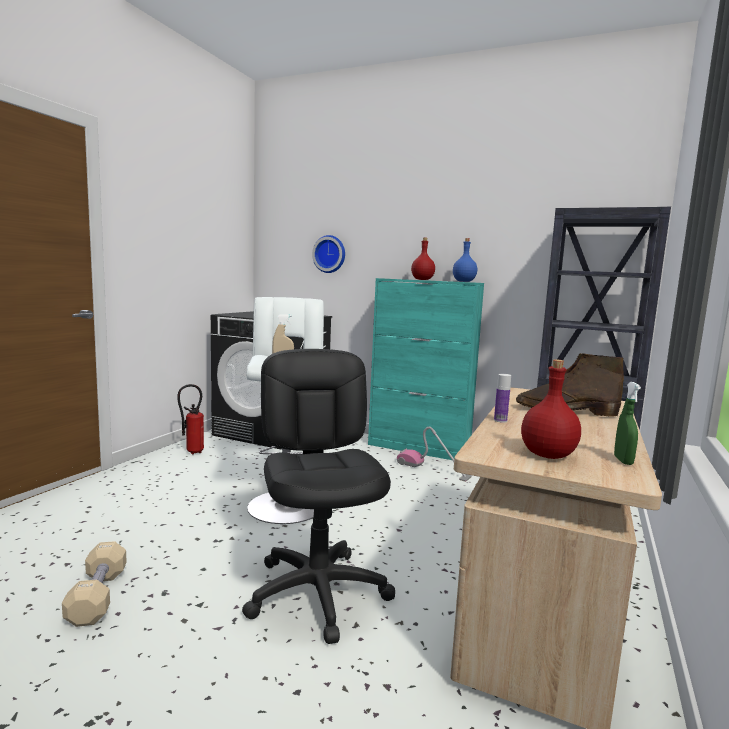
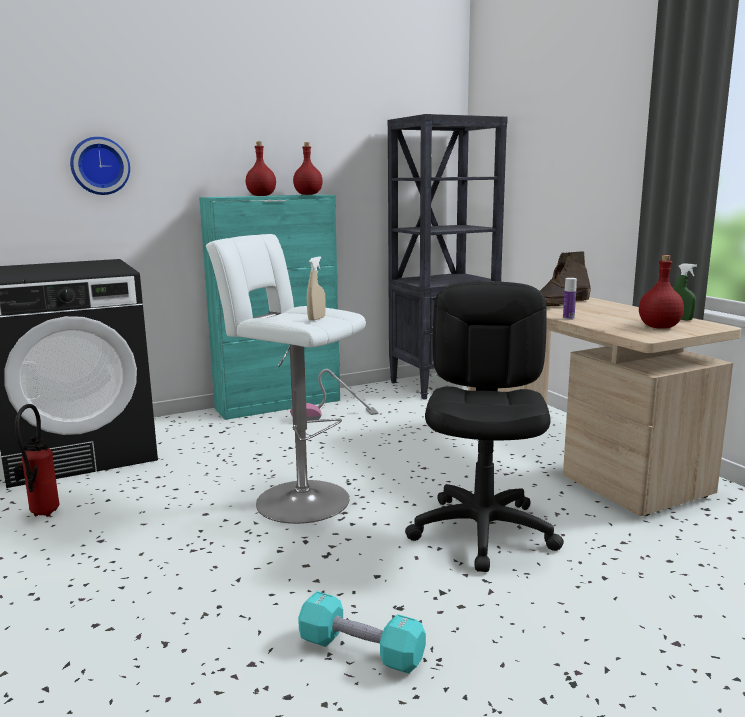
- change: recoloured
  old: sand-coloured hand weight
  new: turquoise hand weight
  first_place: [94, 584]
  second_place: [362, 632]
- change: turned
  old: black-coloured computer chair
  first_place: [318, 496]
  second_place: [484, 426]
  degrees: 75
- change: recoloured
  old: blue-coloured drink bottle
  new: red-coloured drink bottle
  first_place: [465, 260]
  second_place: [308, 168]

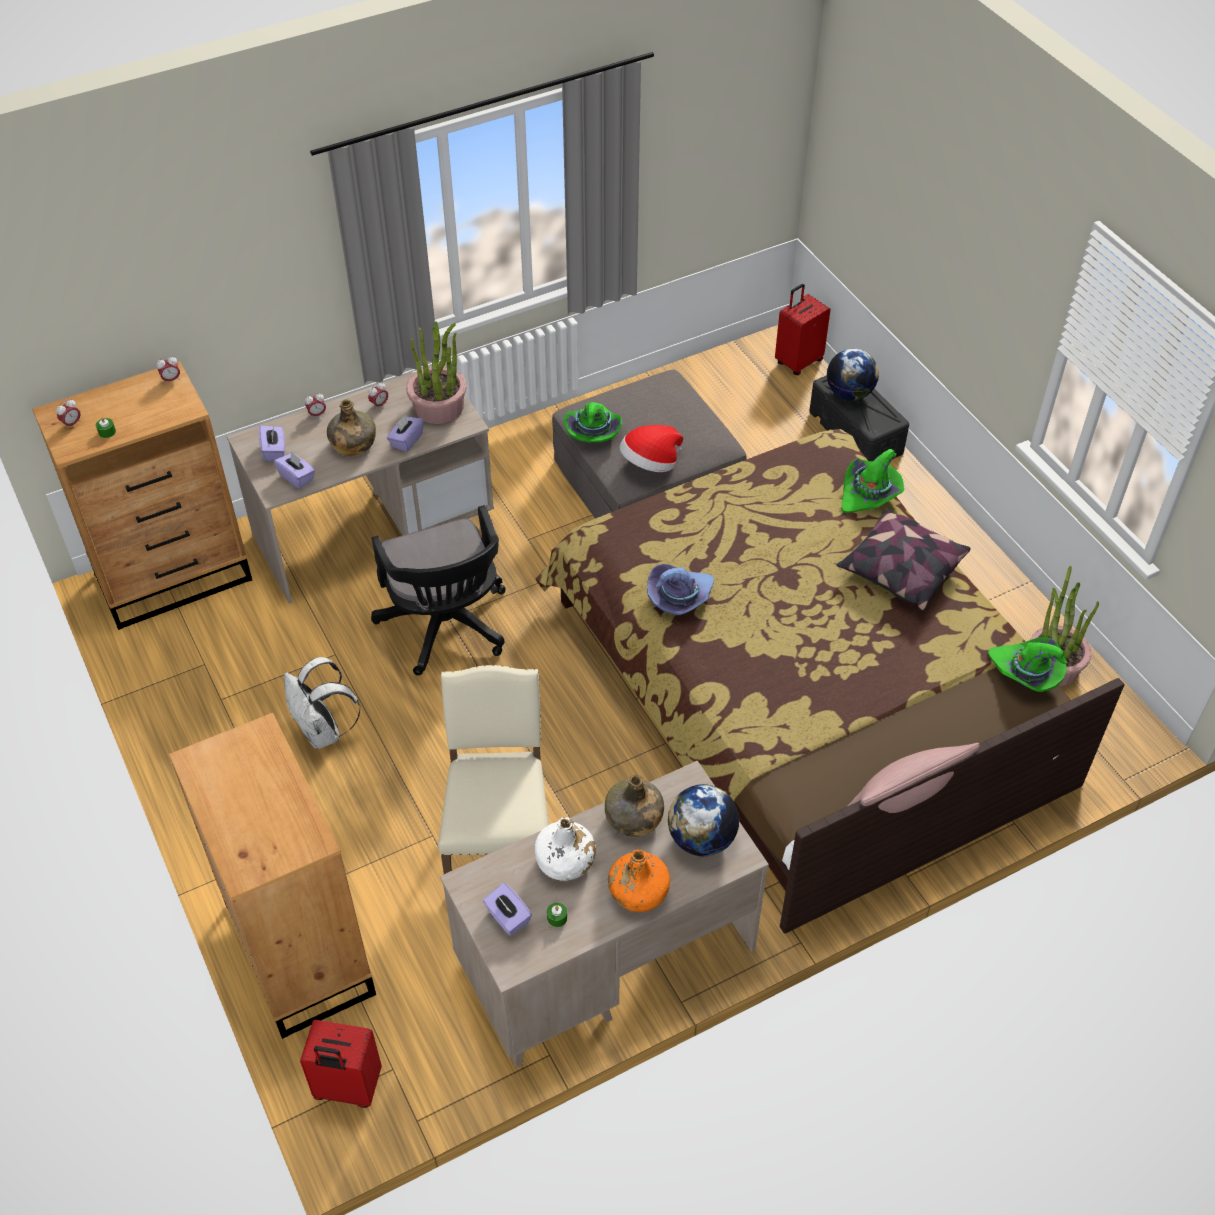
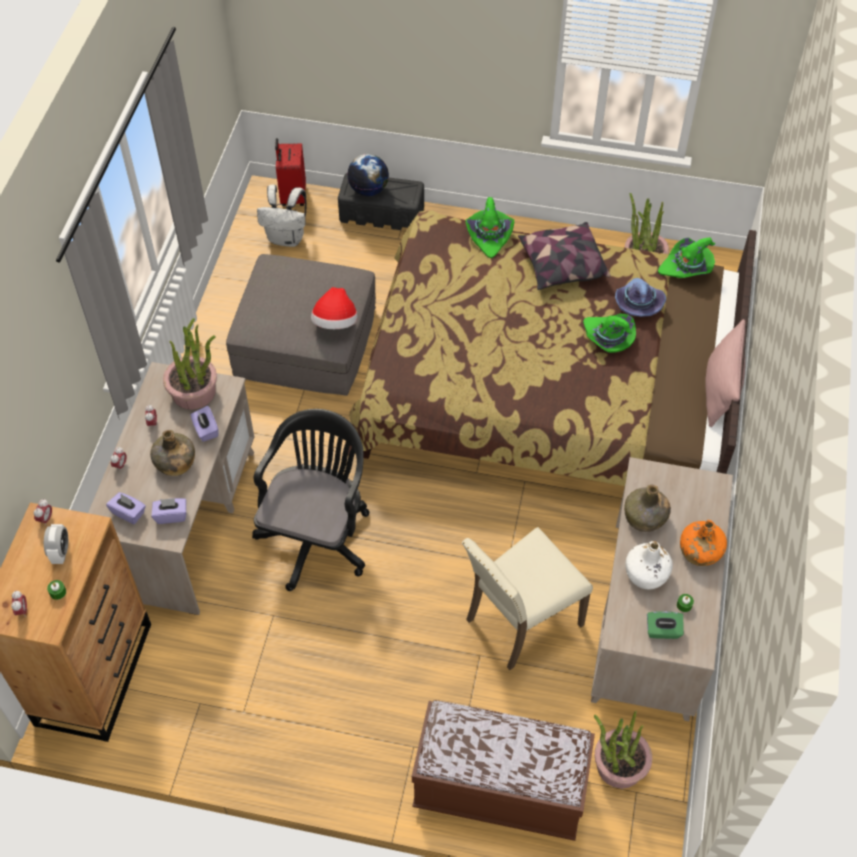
- change: replaced
  old: brownish drawer chest
  new: brownish long seat
  first_place: [272, 876]
  second_place: [503, 770]
- change: moved
  old: white backpack
  first_place: [322, 703]
  second_place: [281, 215]
- change: removed
  old: red-coloured suitcase
  first_place: [341, 1064]
- change: turned
  old: black-coloured computer chair
  first_place: [438, 590]
  second_place: [310, 500]
  degrees: -90
- change: turned
  old: sand-coloured chair
  first_place: [493, 769]
  second_place: [527, 598]
  degrees: -75
- change: recoloured
  old: purple-coloured tissue holder
  new: green tissue holder
  first_place: [507, 909]
  second_place: [665, 625]
- change: moved
  old: green hat
  first_place: [592, 422]
  second_place: [609, 333]
- change: moved
  old: purple-coloured hat
  first_place: [680, 589]
  second_place: [640, 297]
- change: removed
  old: desk globe
  first_place: [704, 820]
- change: added
  new: table clock
  second_place: [56, 544]
- change: added
  new: houseplant
  second_place: [623, 750]

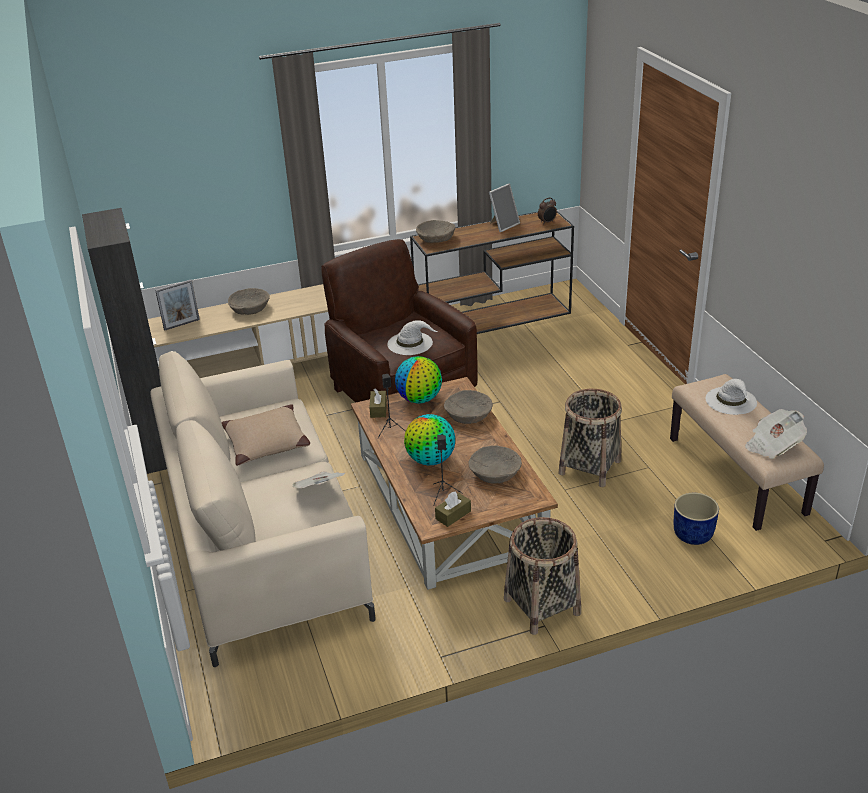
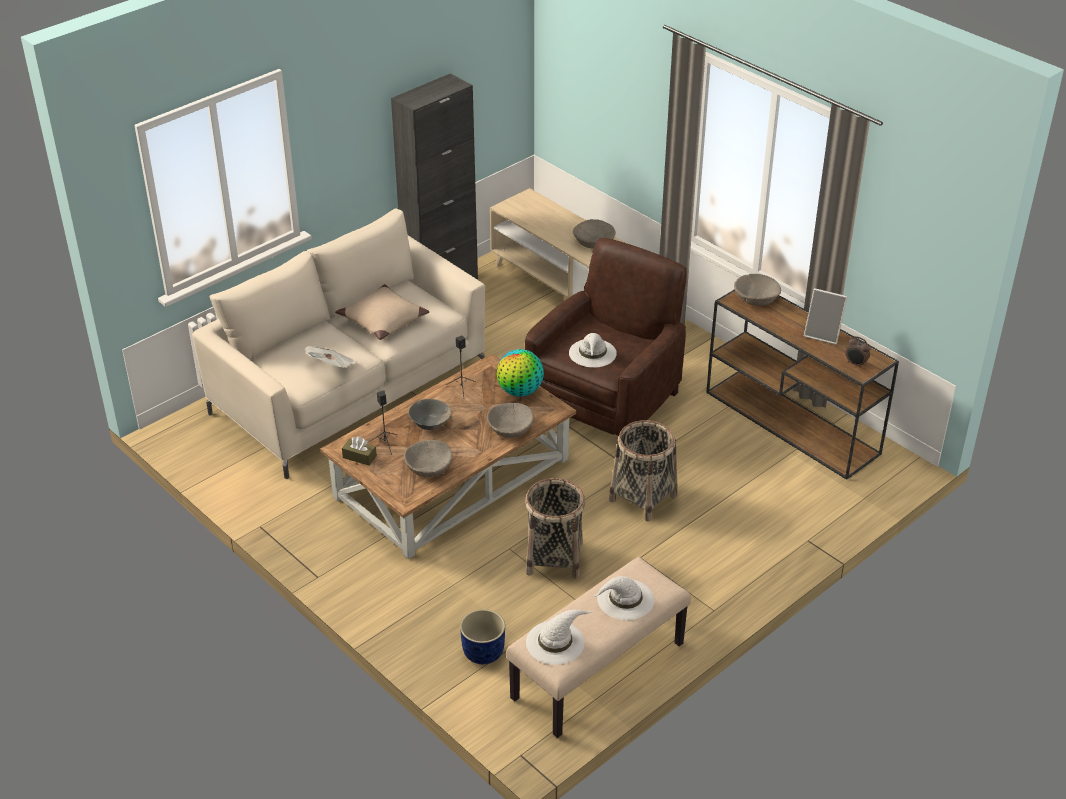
- change: removed
  old: picture frame
  first_place: [177, 305]
- change: removed
  old: brownish tissue holder
  first_place: [378, 403]
- change: replaced
  old: desk globe
  new: gray serving bowl
  first_place: [429, 439]
  second_place: [429, 414]
- change: moved
  old: household basket
  first_place: [542, 576]
  second_place: [643, 471]
- change: replaced
  old: newspaper
  new: white hat
  first_place: [776, 434]
  second_place: [560, 637]

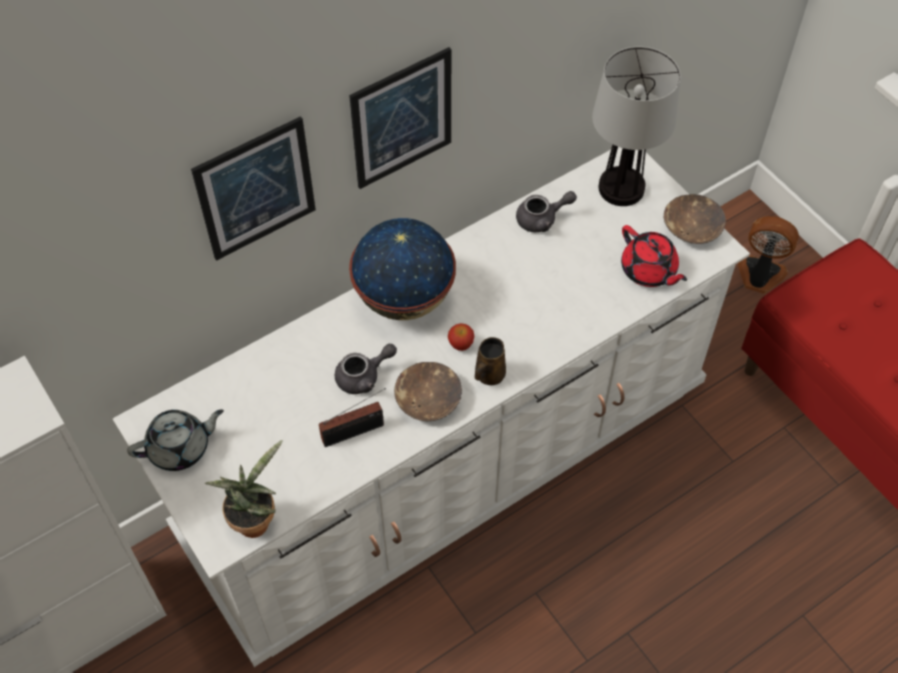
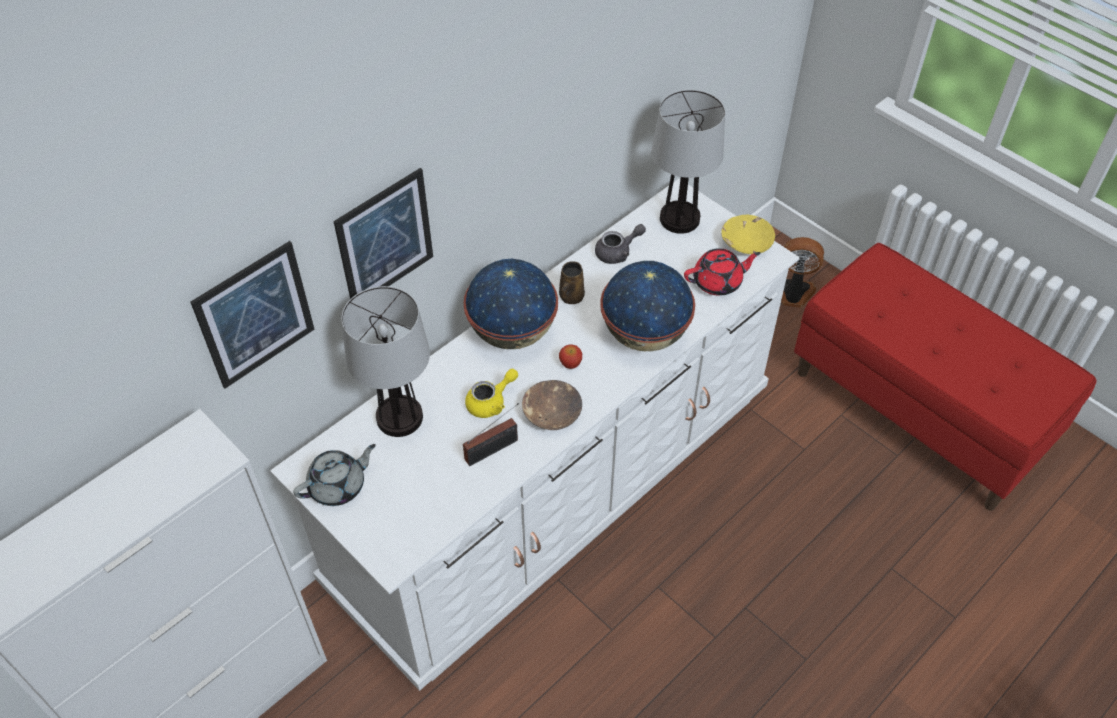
- change: removed
  old: houseplant
  first_place: [244, 489]
- change: recoloured
  old: gray pot for tea
  new: yellow-coloured pot for tea
  first_place: [366, 369]
  second_place: [491, 393]
- change: moved
  old: wall picture
  first_place: [400, 118]
  second_place: [253, 314]
- change: moved
  old: brownish tea mug
  first_place: [490, 361]
  second_place: [572, 282]
- change: turned
  old: red-coloured pot for tea
  first_place: [654, 256]
  second_place: [722, 272]
  degrees: -60
- change: recoloured
  old: brownish serving bowl
  new: yellow-coloured serving bowl
  first_place: [695, 219]
  second_place: [748, 234]
- change: added
  new: table lamp
  second_place: [385, 361]
- change: added
  new: desk globe
  second_place: [647, 306]

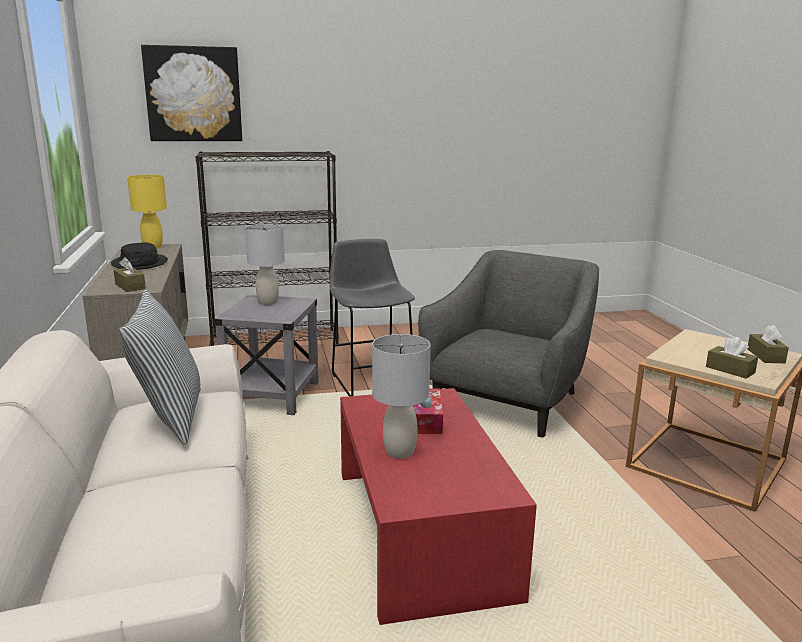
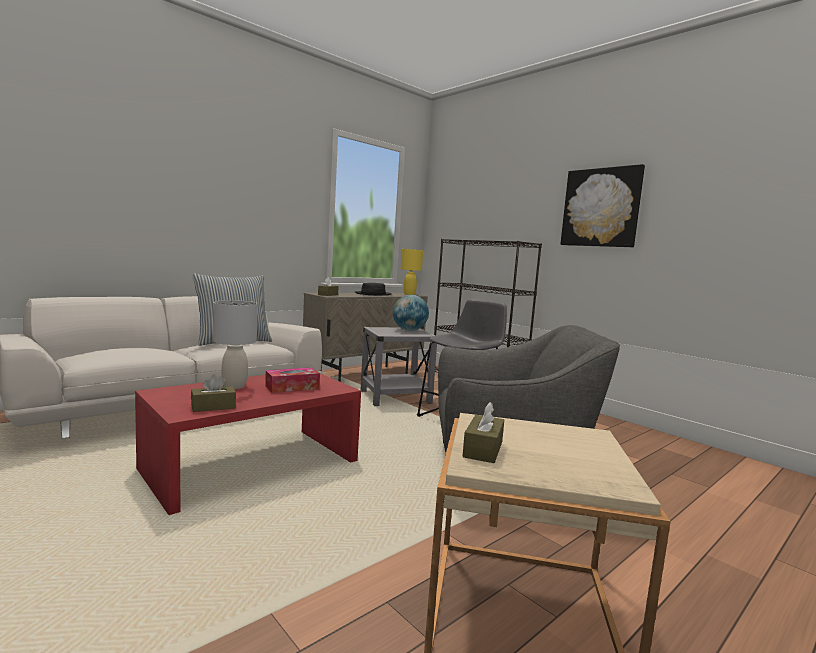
- change: moved
  old: wall picture
  first_place: [191, 93]
  second_place: [602, 205]
- change: replaced
  old: gray table lamp
  new: desk globe
  first_place: [265, 264]
  second_place: [411, 313]
- change: moved
  old: brownish tissue holder
  first_place: [768, 344]
  second_place: [213, 393]

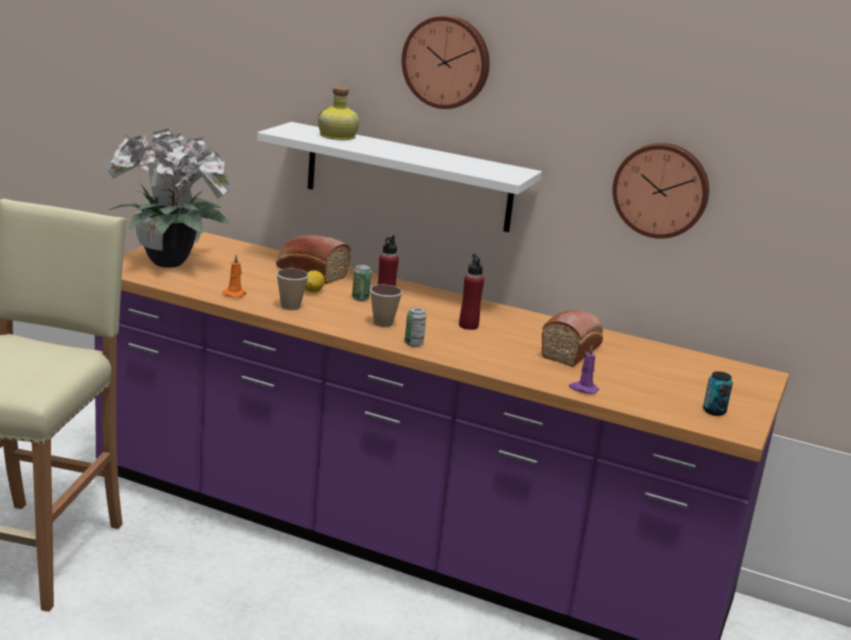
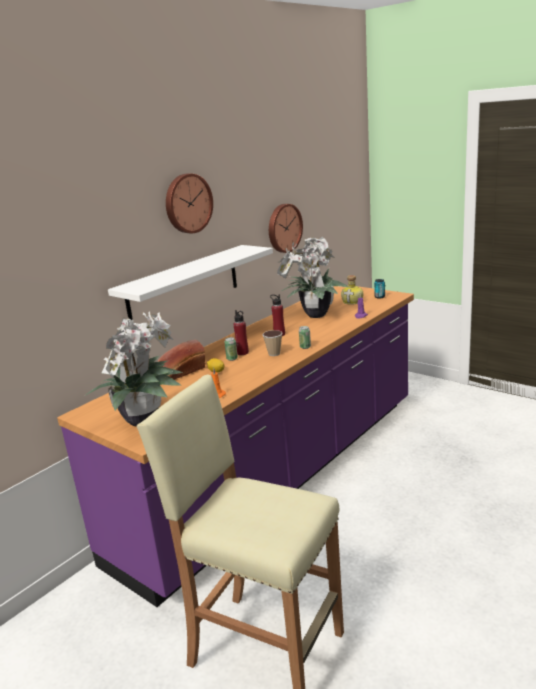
- change: removed
  old: cup
  first_place: [292, 289]
- change: moved
  old: drink bottle
  first_place: [338, 113]
  second_place: [352, 290]
- change: replaced
  old: bread
  new: houseplant
  first_place: [572, 338]
  second_place: [313, 277]

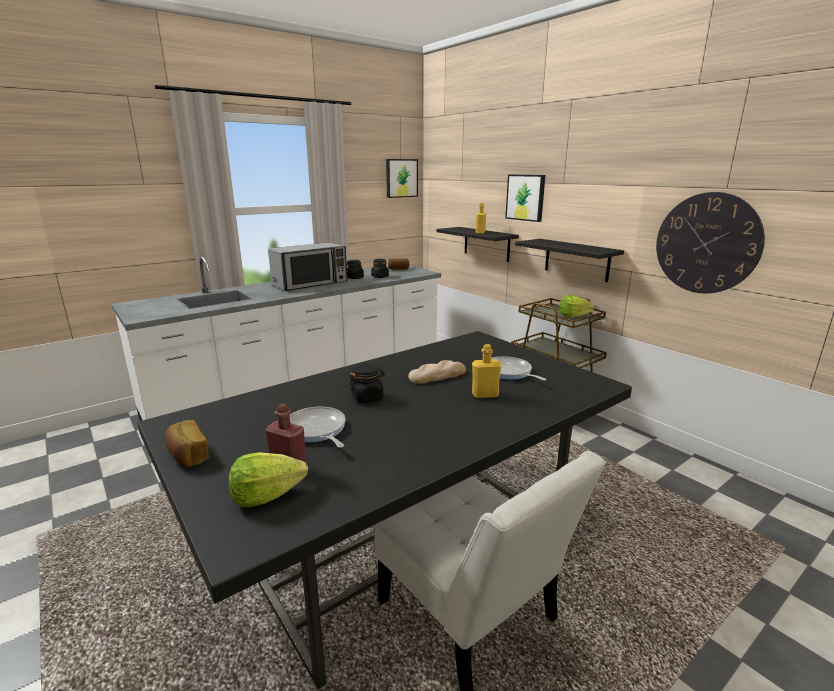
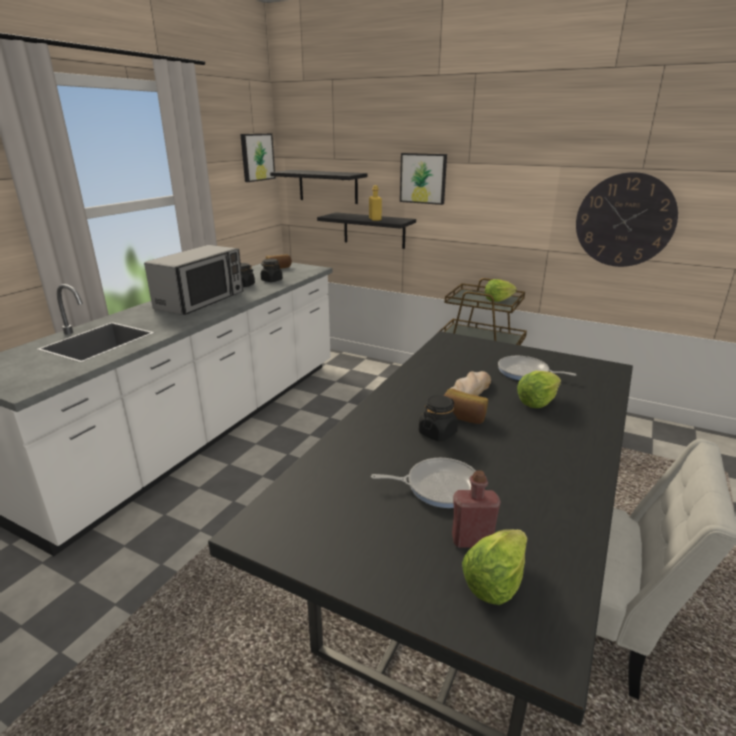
- change: moved
  old: bread
  first_place: [187, 443]
  second_place: [465, 406]
- change: turned
  old: frying pan
  first_place: [317, 427]
  second_place: [423, 483]
  degrees: 150
- change: replaced
  old: yellow-coloured drink bottle
  new: lettuce head
  first_place: [486, 371]
  second_place: [539, 389]
- change: moved
  old: black-coloured wall shelf
  first_place: [569, 260]
  second_place: [318, 187]

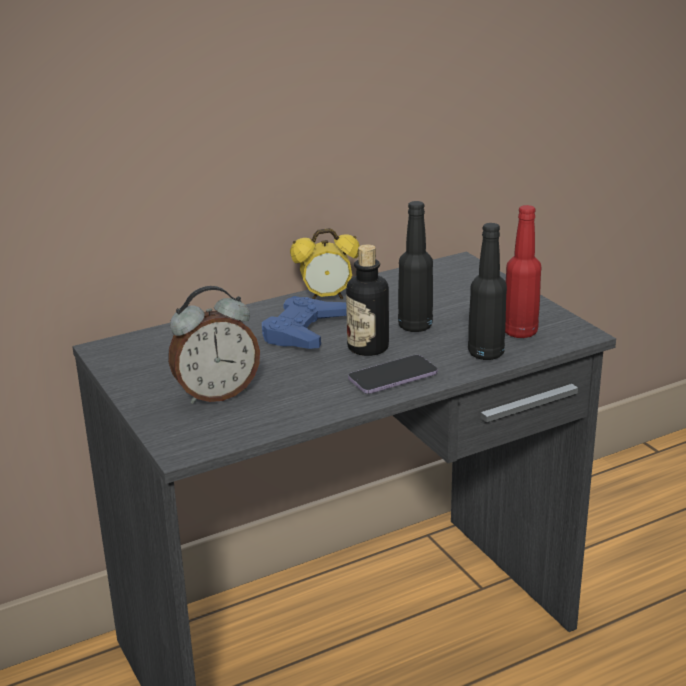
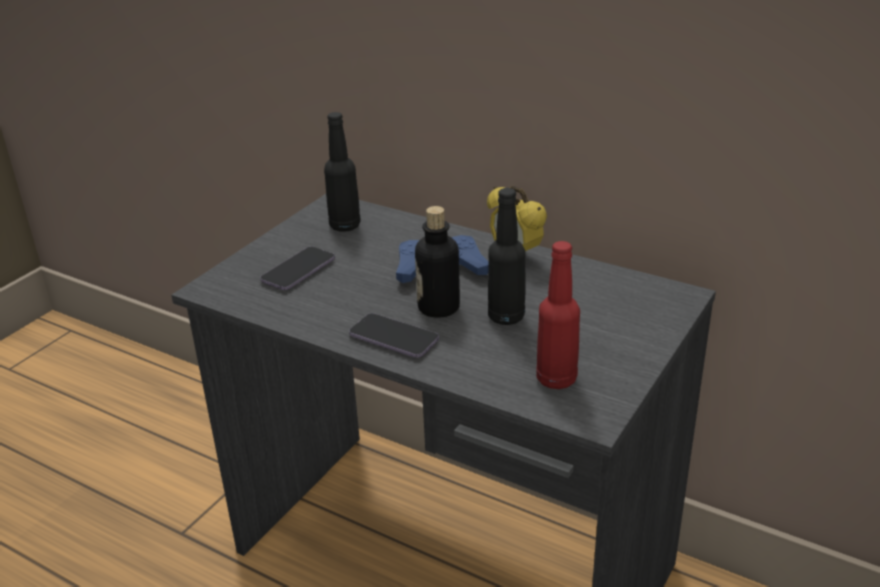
- change: replaced
  old: table clock
  new: handset
  first_place: [214, 345]
  second_place: [297, 268]
- change: moved
  old: black-coloured drink bottle
  first_place: [487, 291]
  second_place: [342, 172]

